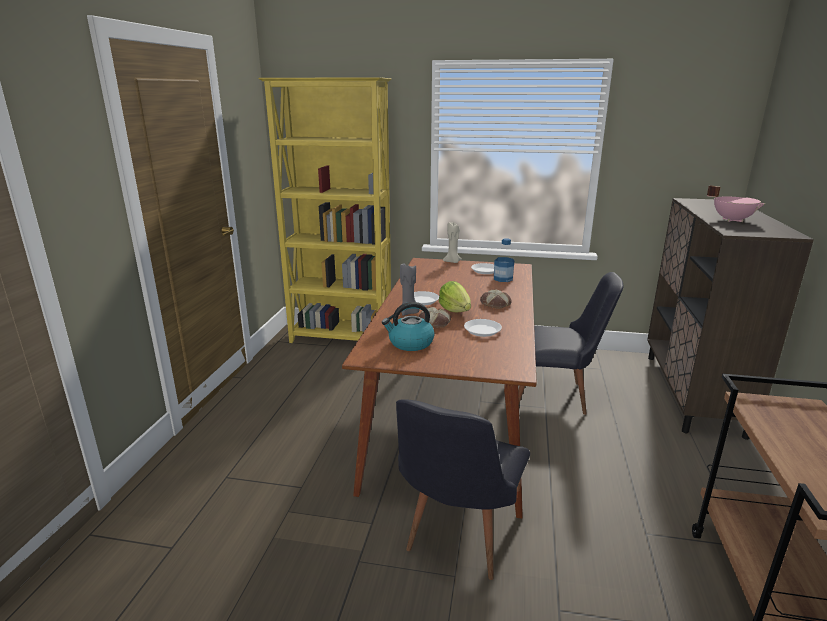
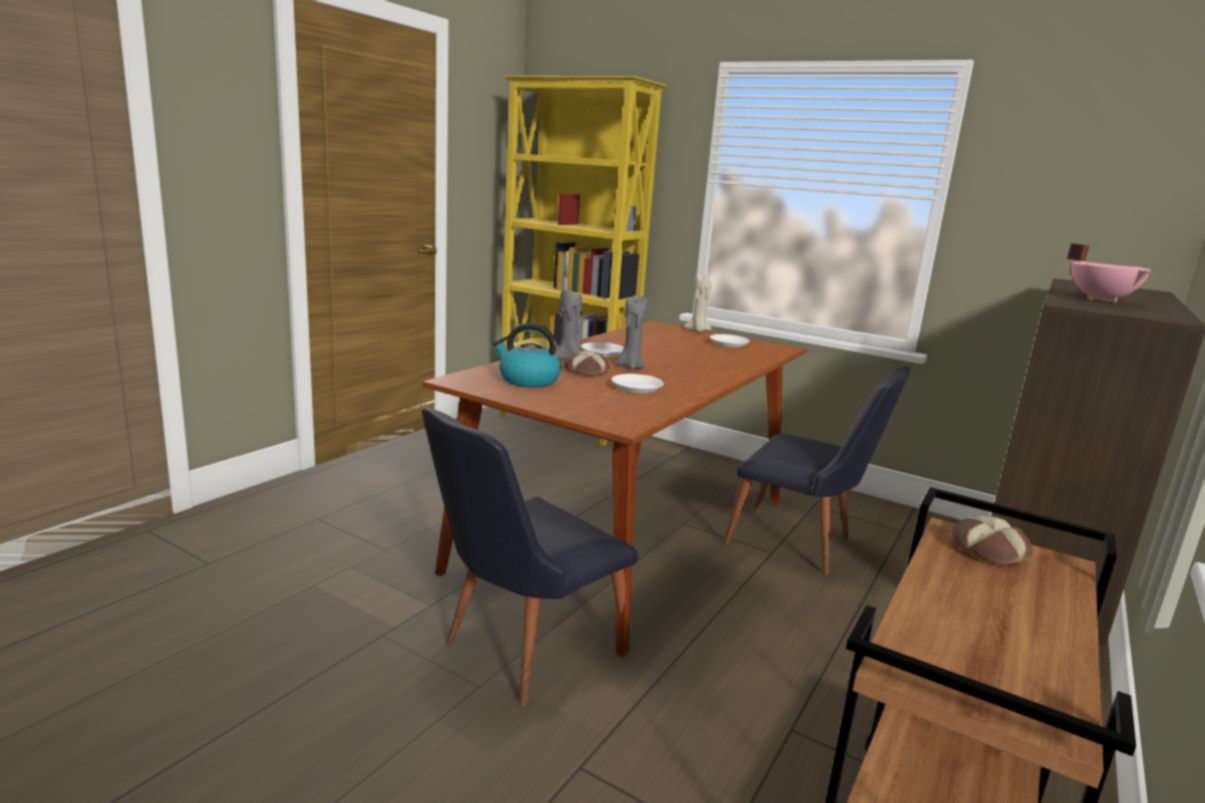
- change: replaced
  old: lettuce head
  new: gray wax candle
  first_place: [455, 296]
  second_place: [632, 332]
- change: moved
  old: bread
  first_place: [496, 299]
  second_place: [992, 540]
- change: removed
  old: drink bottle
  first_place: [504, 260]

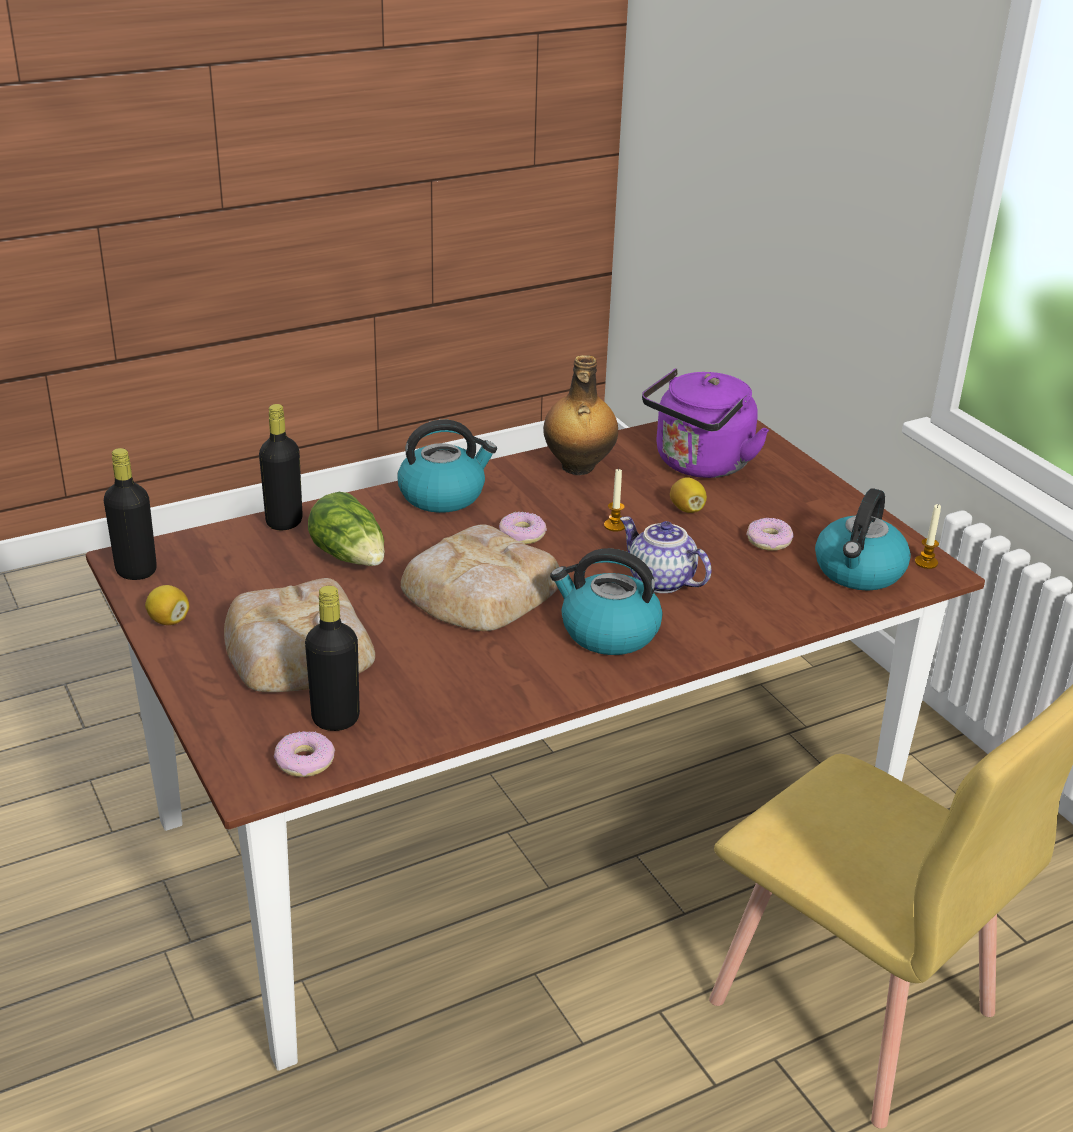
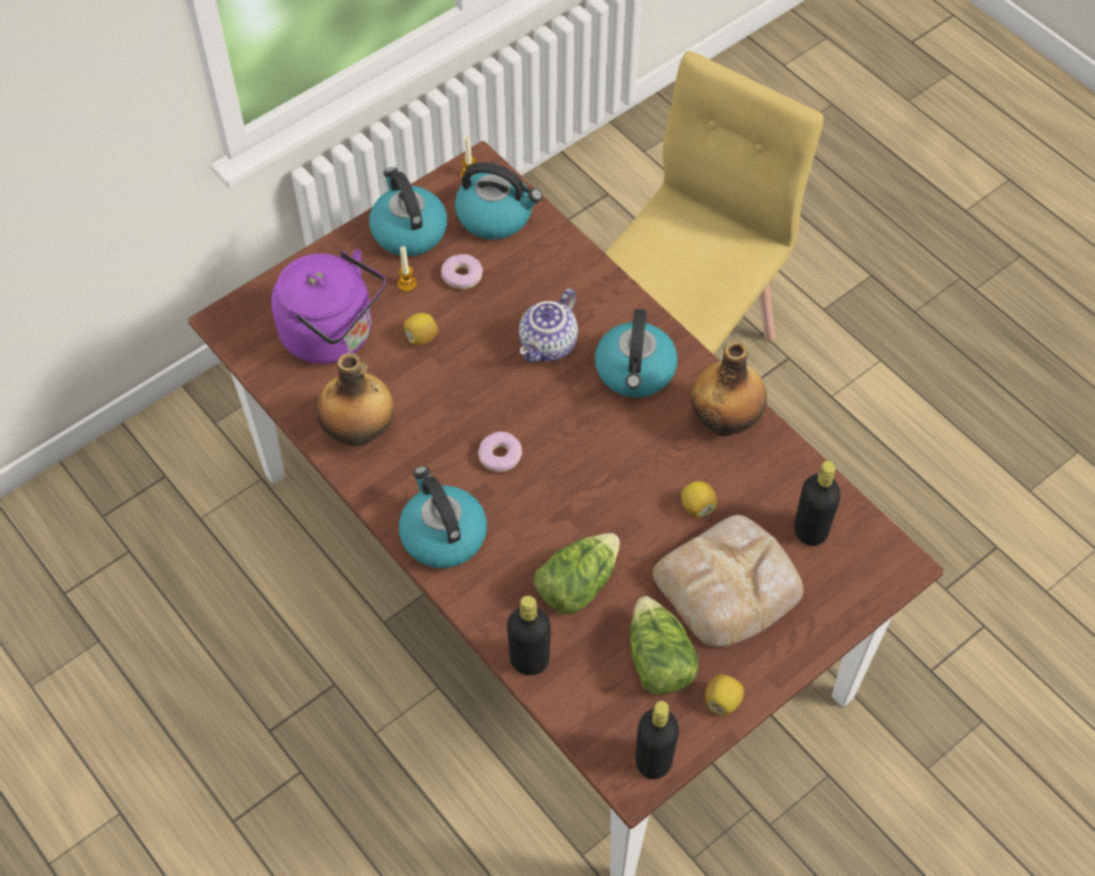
- change: removed
  old: doughnut
  first_place: [304, 754]
- change: removed
  old: bread
  first_place: [480, 577]
- change: moved
  old: wax candle
  first_place: [614, 500]
  second_place: [407, 269]
- change: added
  new: tea kettle
  second_place: [408, 211]
- change: added
  new: lettuce head
  second_place: [664, 645]
- change: added
  new: whole lemon
  second_place: [699, 499]
- change: added
  new: drink bottle
  second_place: [729, 388]

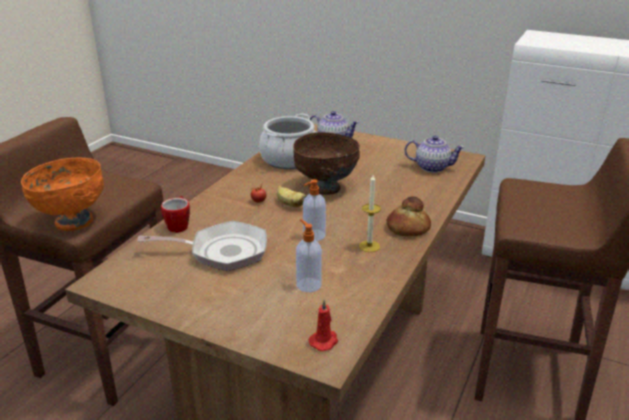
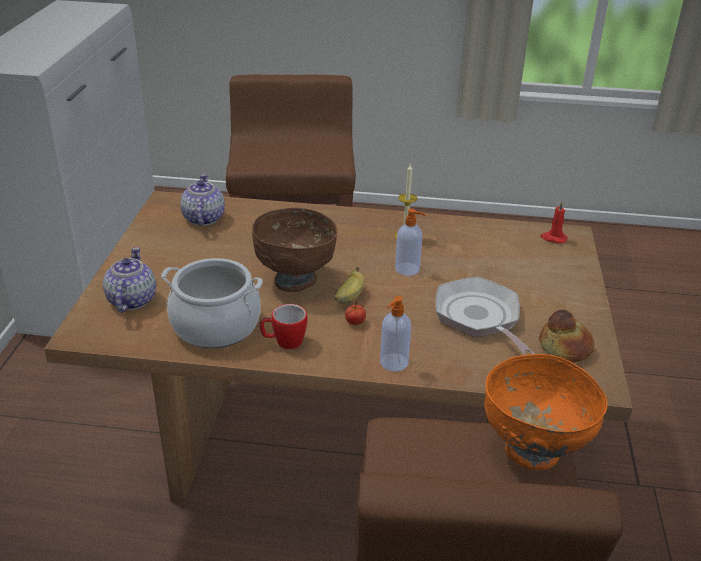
- change: moved
  old: tea mug
  first_place: [175, 214]
  second_place: [283, 326]
- change: moved
  old: liquid soap bottle
  first_place: [309, 255]
  second_place: [395, 334]
- change: moved
  old: bread
  first_place: [408, 216]
  second_place: [566, 336]

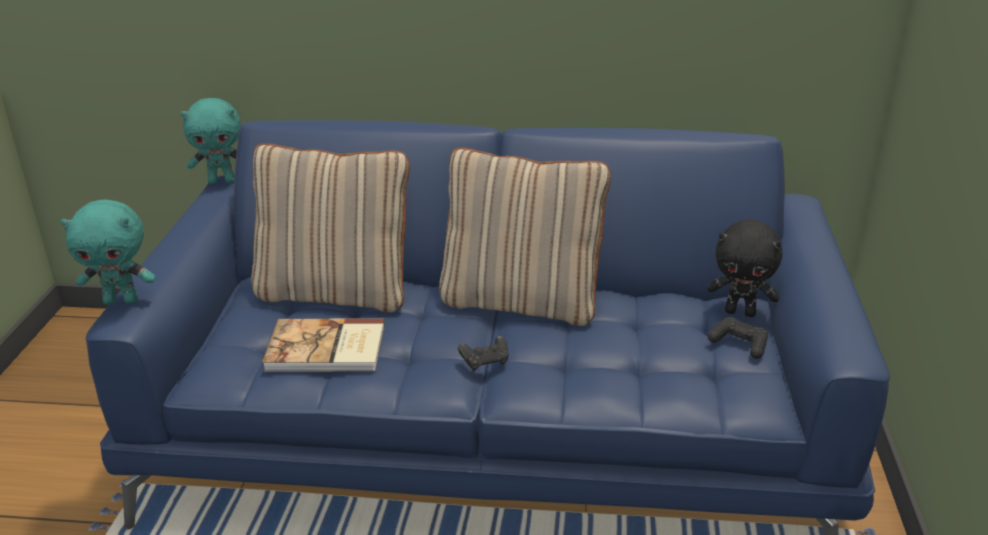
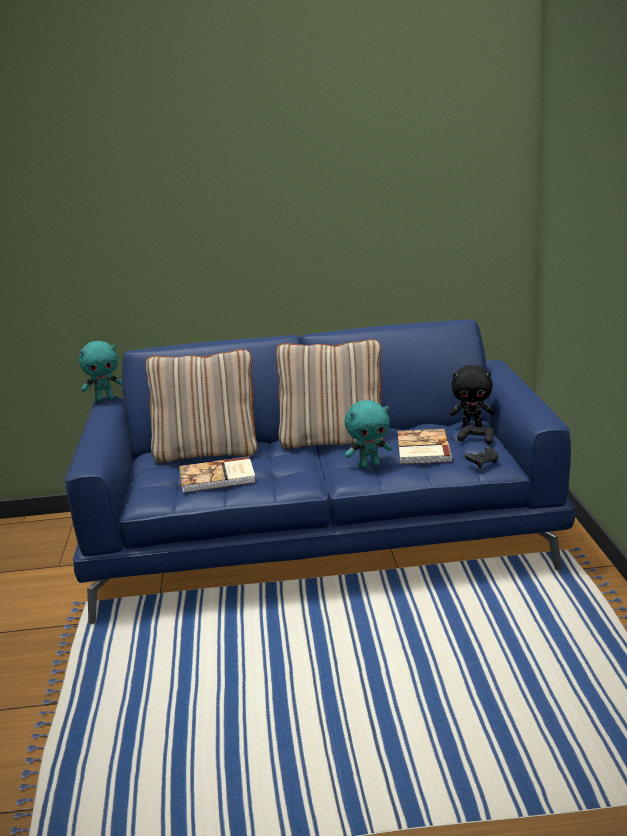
- change: moved
  old: turquoise cuddly toy
  first_place: [108, 252]
  second_place: [368, 434]
- change: moved
  old: black-coloured gamepad
  first_place: [483, 353]
  second_place: [481, 457]
- change: added
  new: volume
  second_place: [424, 446]

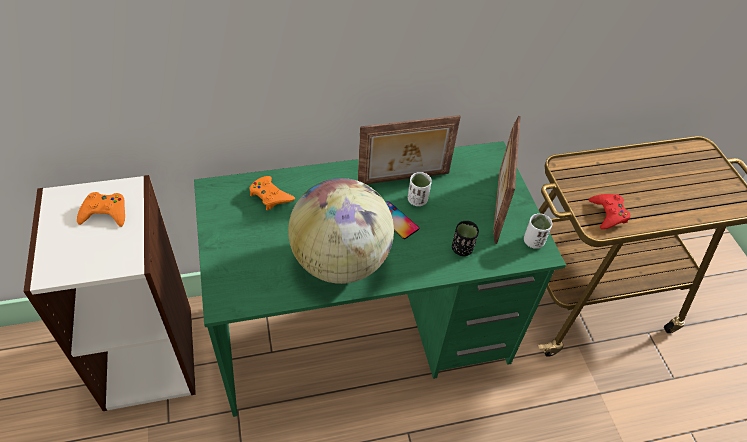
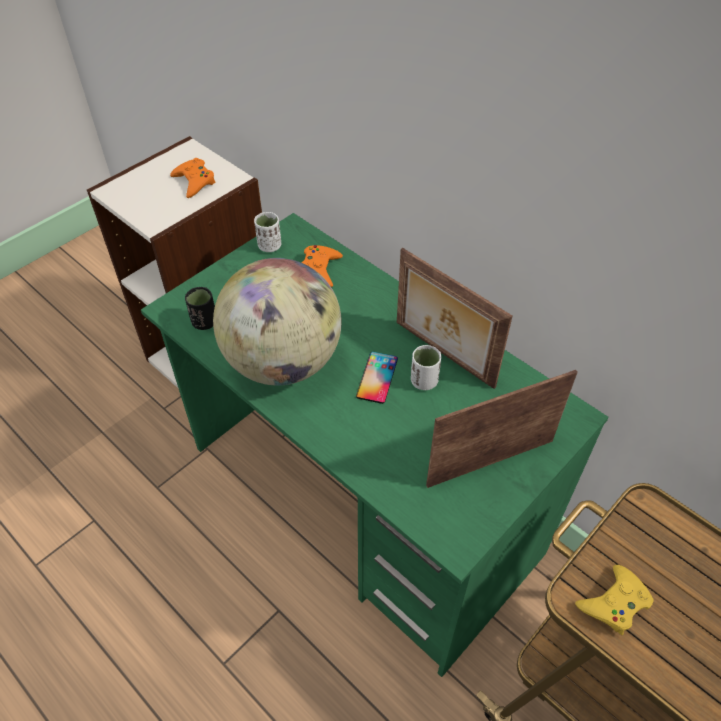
- change: moved
  old: black-coloured cup
  first_place: [465, 238]
  second_place: [200, 308]
- change: moved
  old: white cup
  first_place: [538, 231]
  second_place: [267, 232]
- change: recoloured
  old: red-coloured gamepad
  new: yellow-coloured gamepad
  first_place: [610, 211]
  second_place: [614, 600]

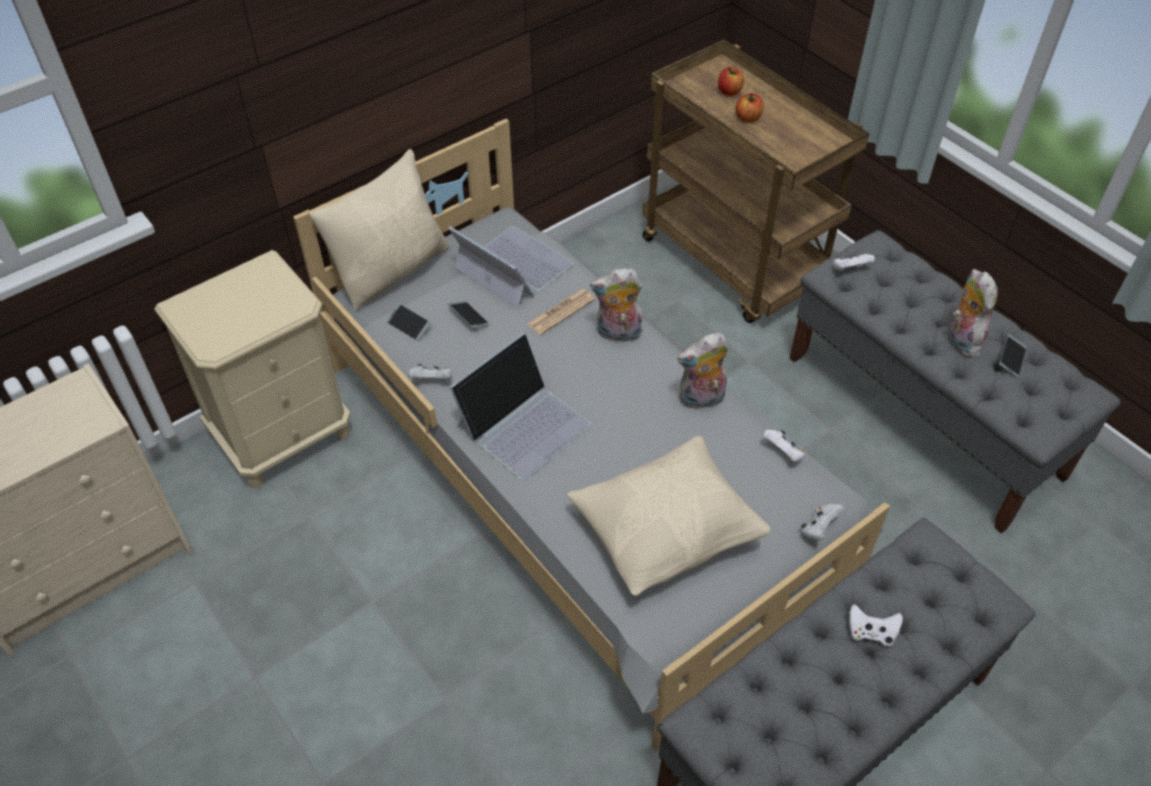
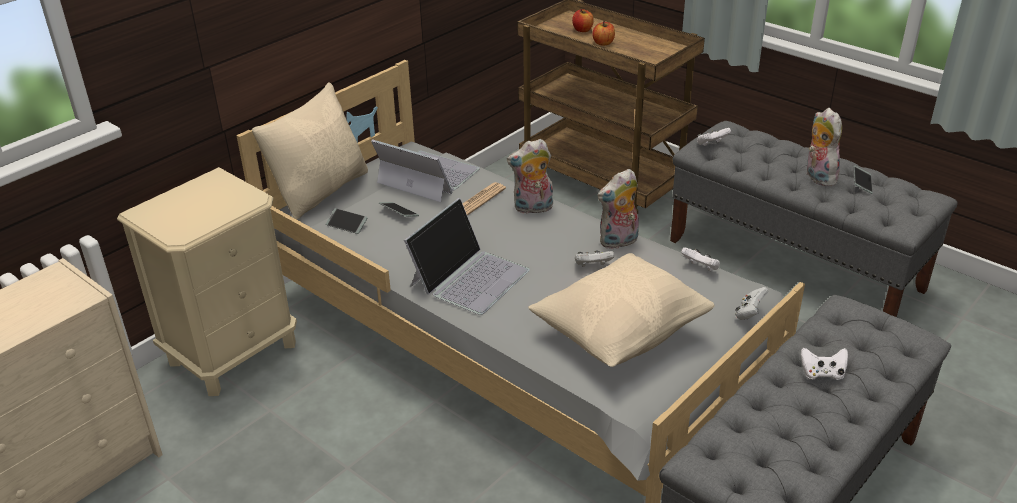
- change: moved
  old: white gamepad
  first_place: [429, 372]
  second_place: [594, 259]

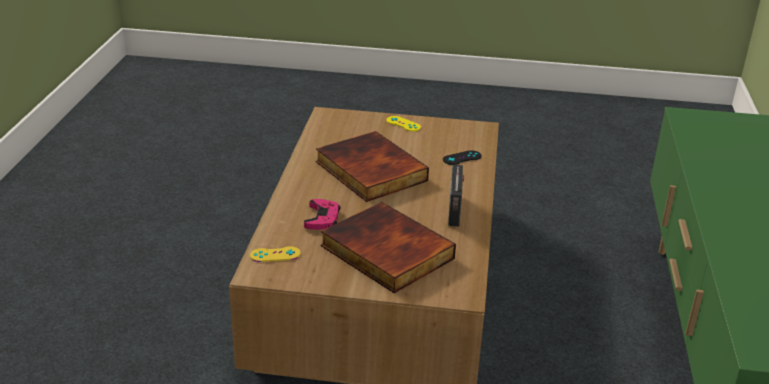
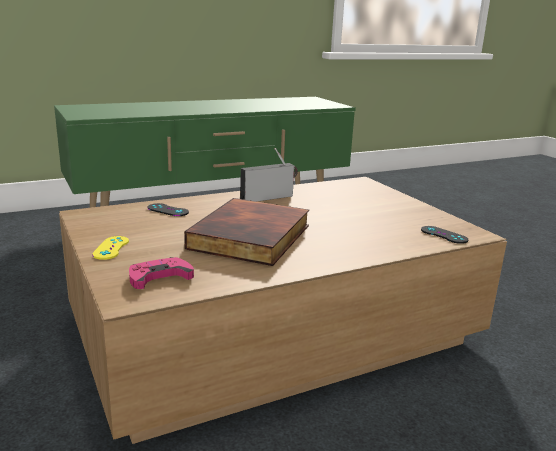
- change: recoloured
  old: yellow-coloured gamepad
  new: black-coloured gamepad
  first_place: [275, 254]
  second_place: [444, 235]
- change: moved
  old: pinkish gamepad
  first_place: [322, 214]
  second_place: [161, 273]
- change: removed
  old: volume
  first_place: [388, 247]

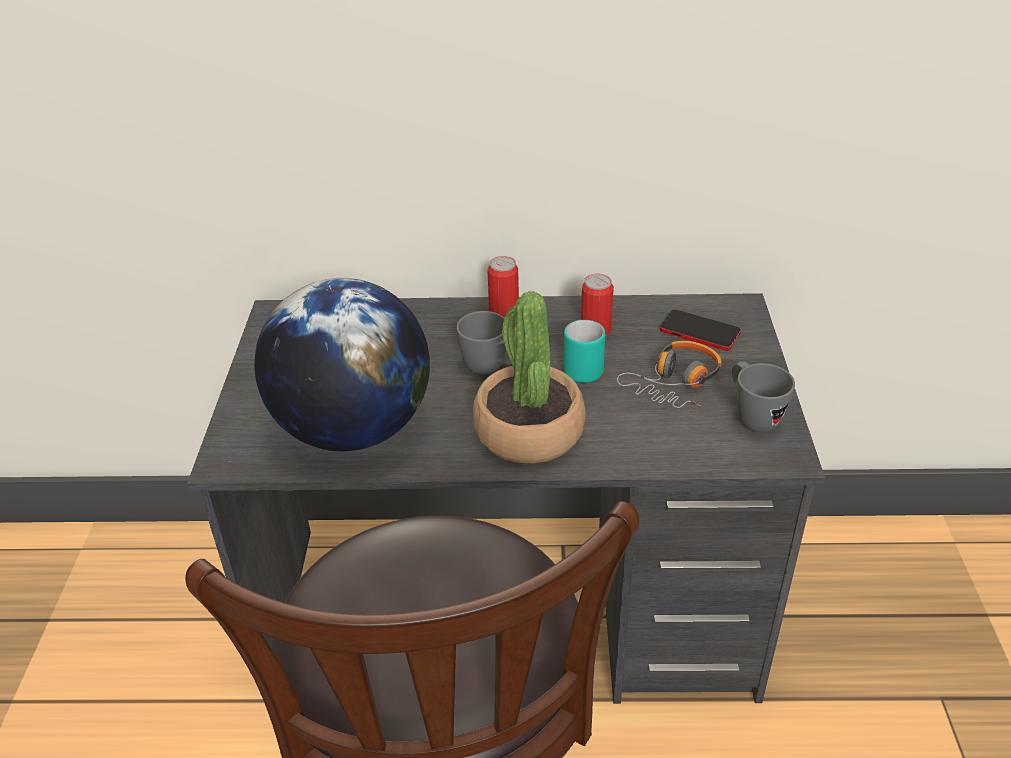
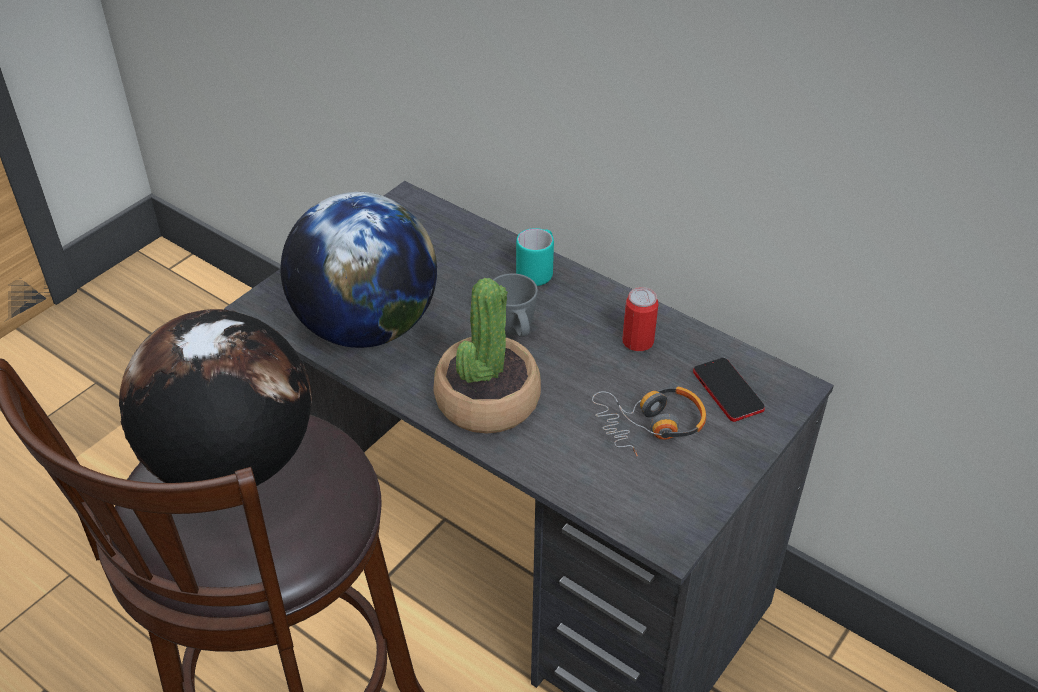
- change: removed
  old: metal can
  first_place: [503, 287]
- change: moved
  old: turquoise tea mug
  first_place: [584, 351]
  second_place: [535, 257]
- change: removed
  old: gray tea mug
  first_place: [763, 396]
- change: added
  new: desk globe
  second_place: [215, 397]

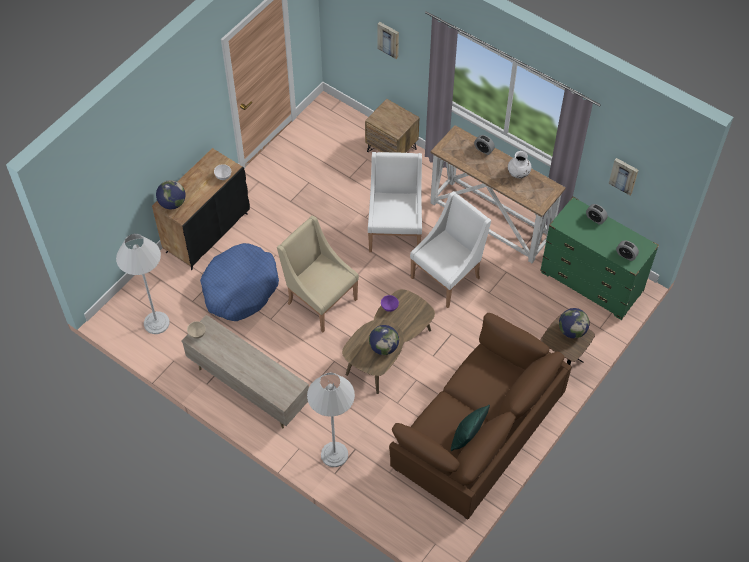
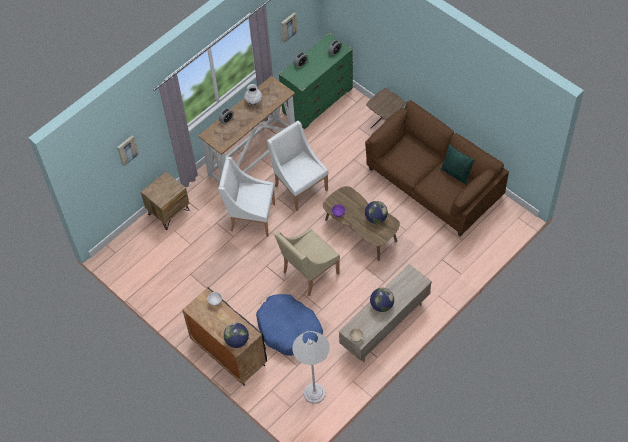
- change: removed
  old: white standard lamp
  first_place: [331, 420]
- change: moved
  old: desk globe
  first_place: [574, 323]
  second_place: [382, 300]

